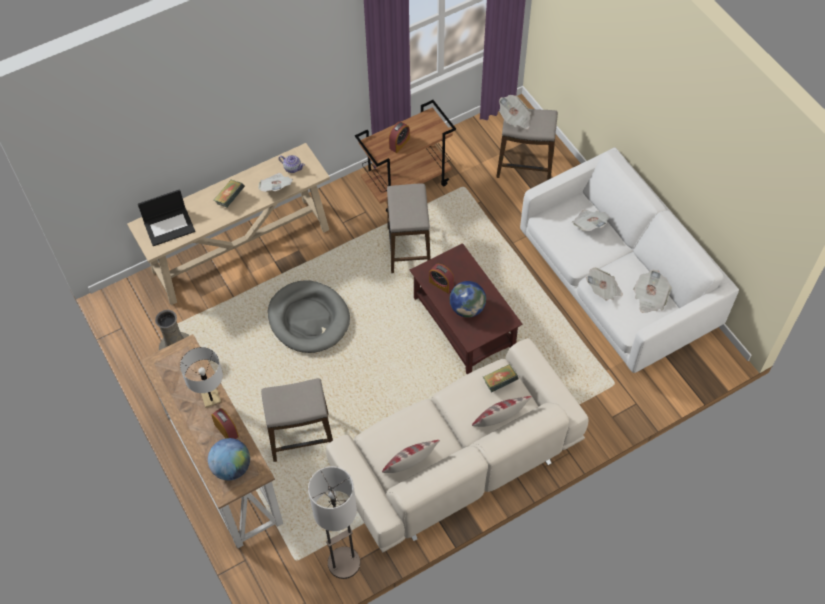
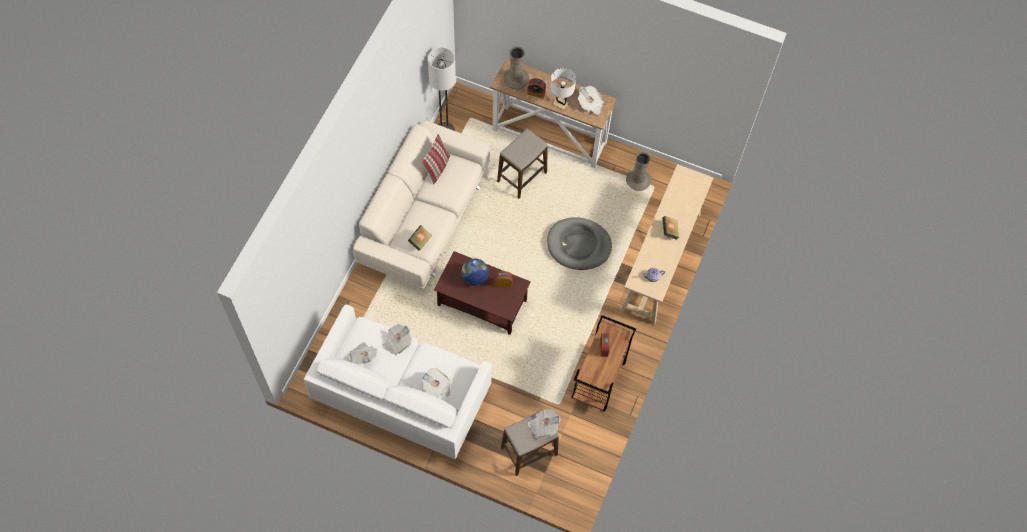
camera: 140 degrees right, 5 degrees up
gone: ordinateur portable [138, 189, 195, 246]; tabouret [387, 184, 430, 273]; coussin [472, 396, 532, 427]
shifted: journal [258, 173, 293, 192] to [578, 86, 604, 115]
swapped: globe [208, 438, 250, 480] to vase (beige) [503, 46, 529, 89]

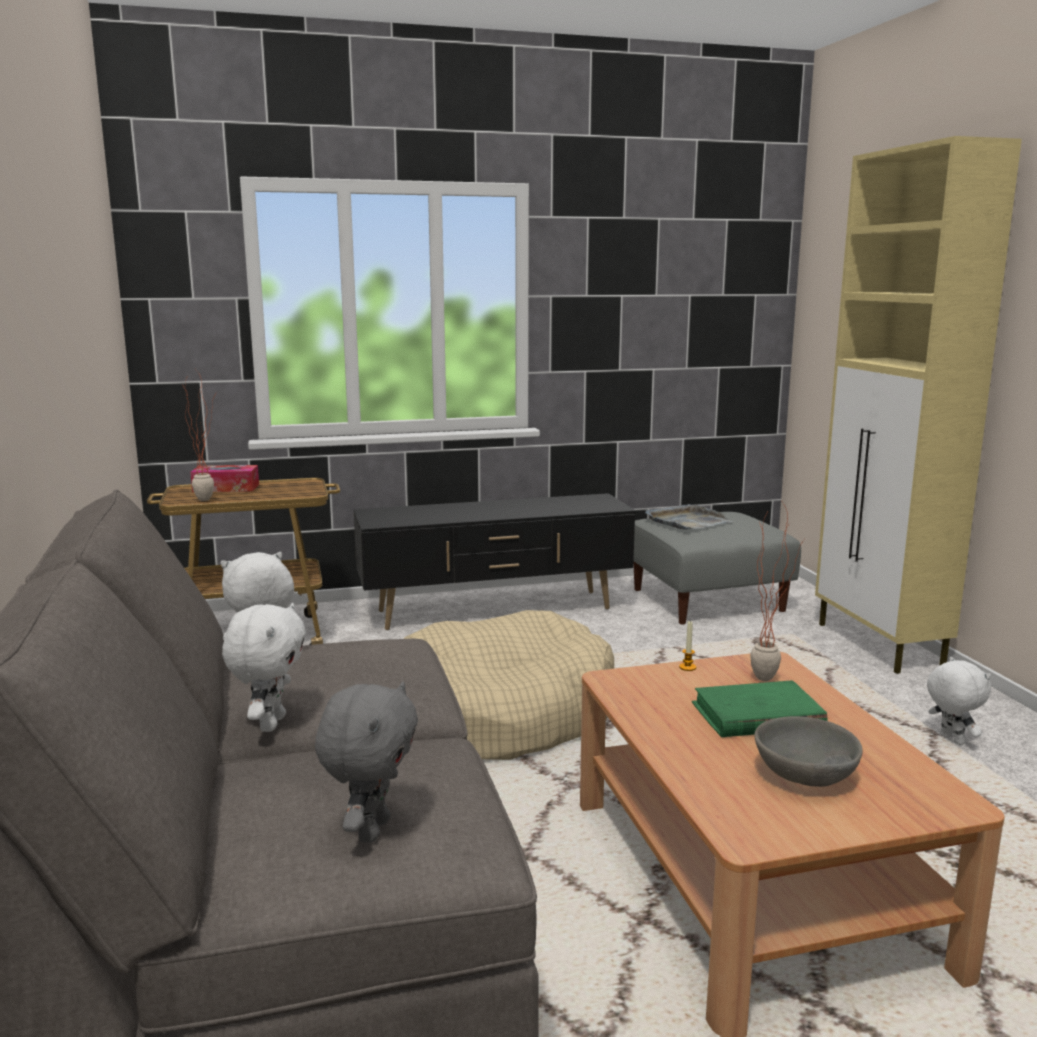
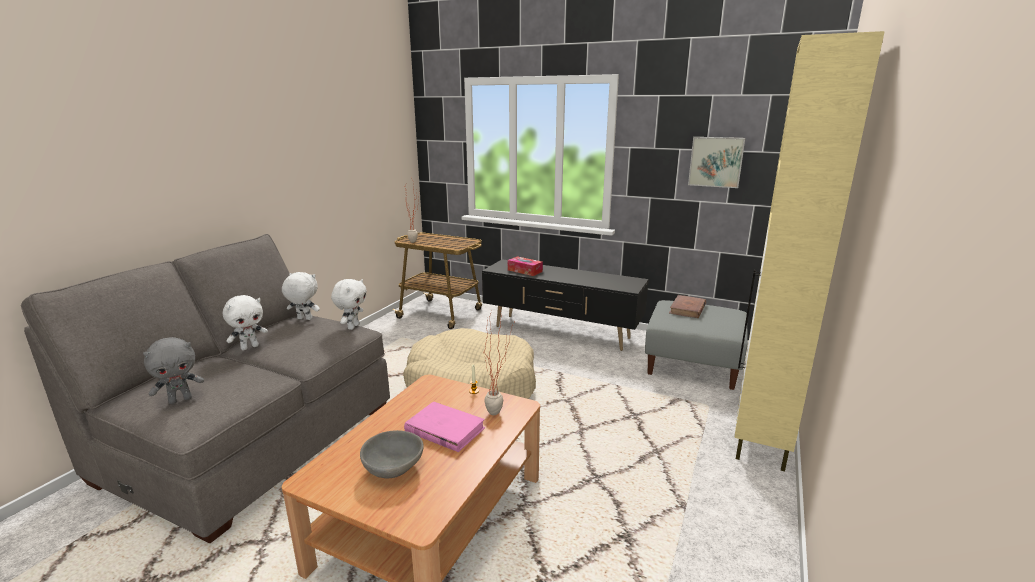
camera: 40 degrees right, 5 degrees up
new: tableau [688, 137, 745, 188]
shifted: boîte à mouchoirs [190, 465, 259, 492] to [508, 256, 543, 276]; peluche (blanc) [927, 657, 991, 745] to [331, 279, 367, 330]
swapped: plateau (gris) [645, 504, 733, 530] to livre (marron) [669, 295, 706, 318]
repainted: livre (vert) [692, 680, 828, 737] to livre (rose) [404, 402, 485, 452]

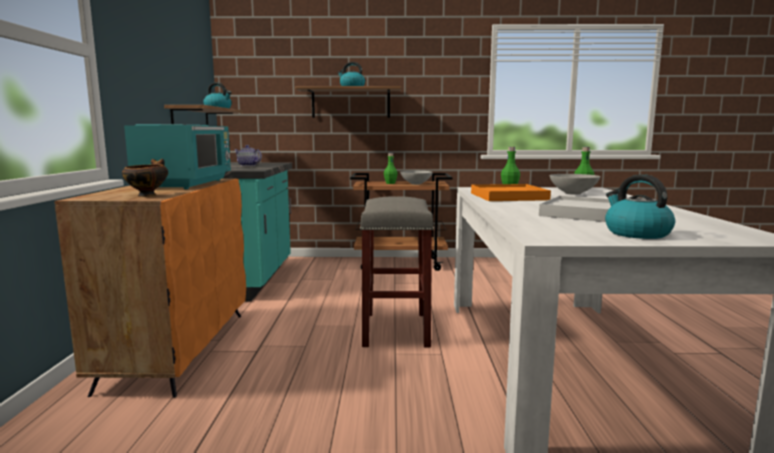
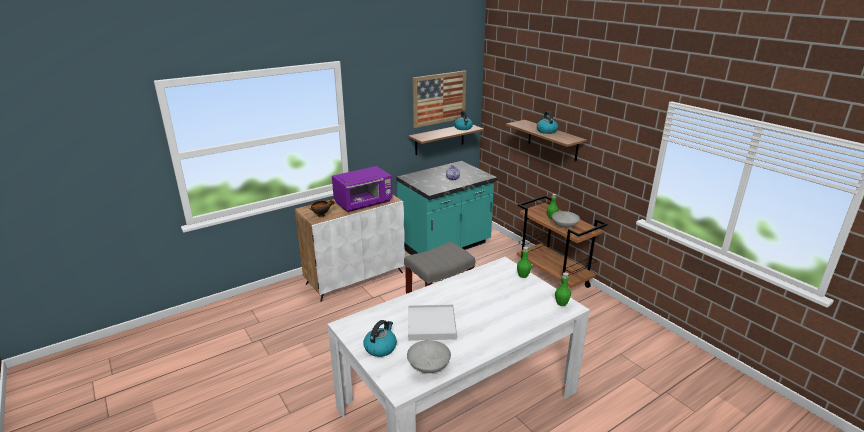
camera: 55 degrees right, 15 degrees up
gone: plateau (orange) [471, 184, 551, 201]
new: tableau [413, 71, 466, 128]
shifted: bol (gris) [550, 174, 600, 195] to [407, 340, 451, 373]
repainted: meuble de rangement (orange) [54, 178, 246, 398] to meuble de rangement (blanc) [295, 194, 405, 302]; micro-ondes (turquoise) [124, 124, 231, 189] to micro-ondes (violet) [332, 166, 393, 212]

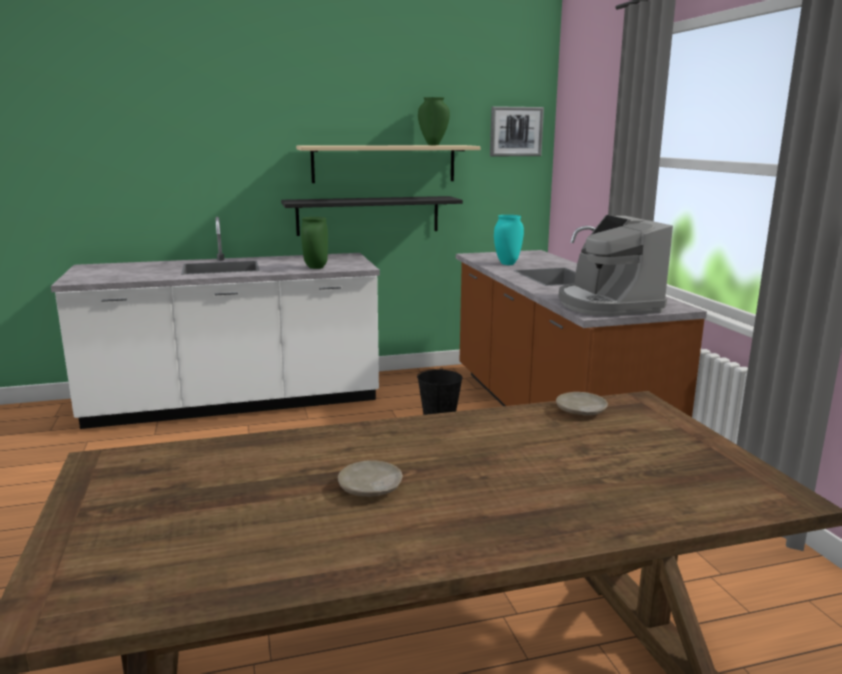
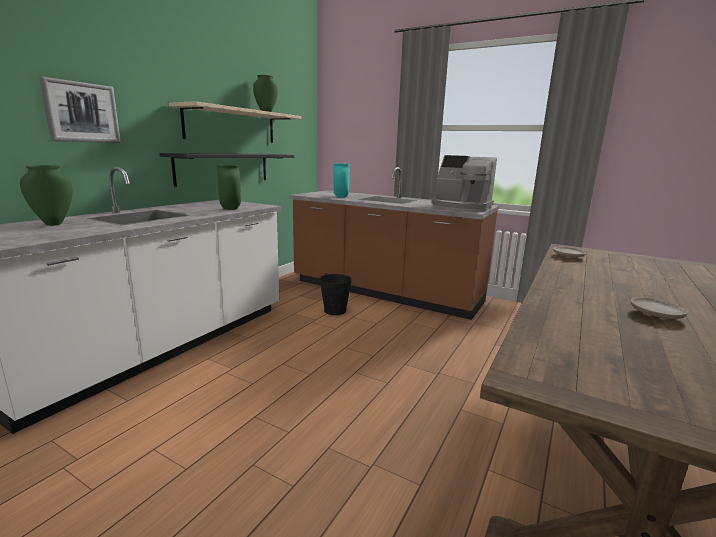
camera: 45 degrees left, 0 degrees up
new: vase (vert) [20, 165, 73, 226]
shifted: tableau [490, 106, 544, 156] to [39, 76, 121, 143]

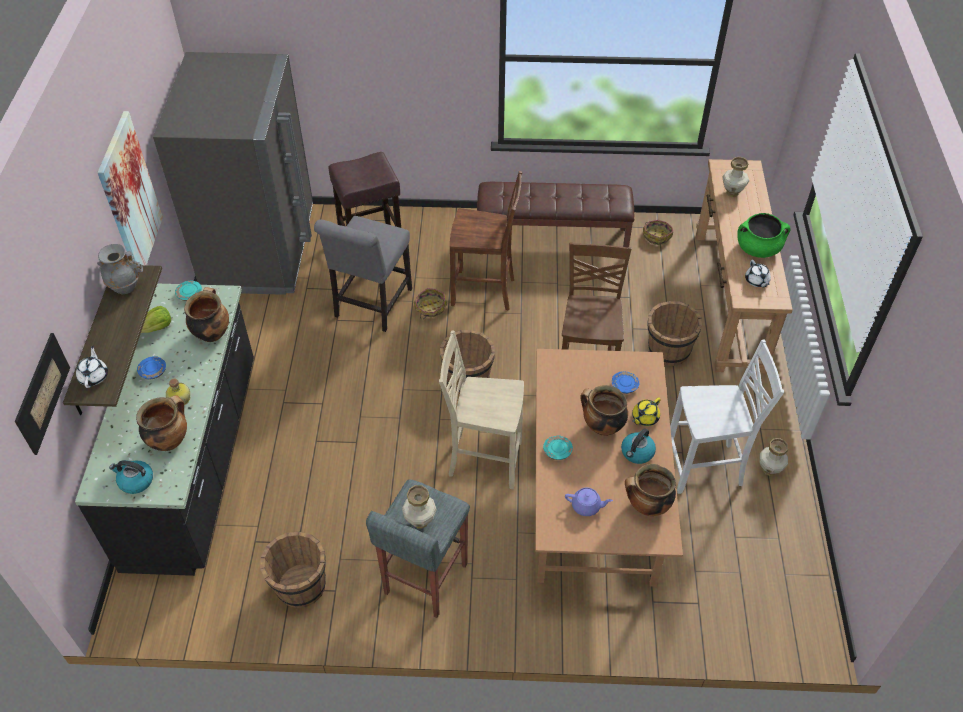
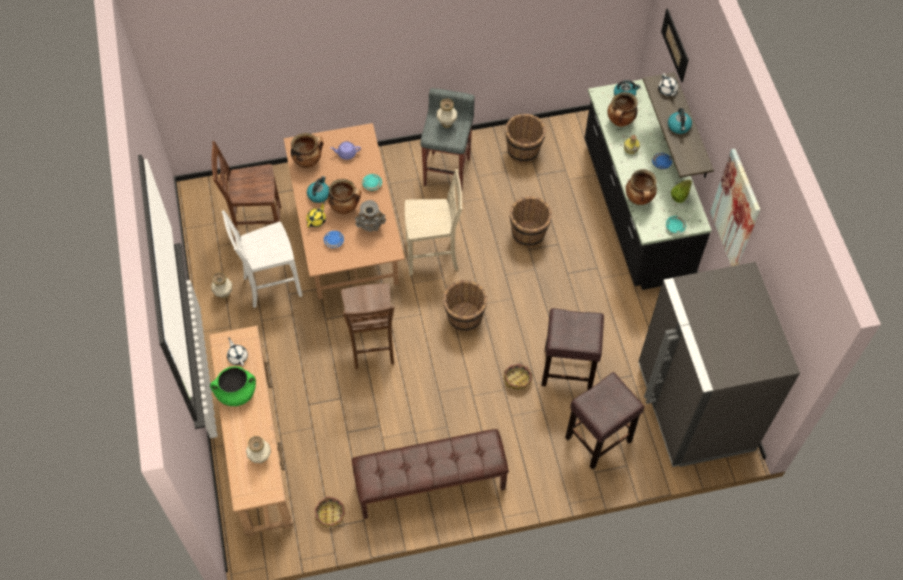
camera: 165 degrees right, 10 degrees up
new: bouilloire [668, 108, 692, 134]
shifted: vase (gris) [97, 244, 143, 294] to [355, 200, 386, 232]; chaise (marron) [450, 171, 522, 310] to [212, 141, 281, 242]; seau (marron) [647, 301, 702, 366] to [510, 196, 552, 247]
swapped: chaise (gris) [314, 216, 412, 332] to tabouret (marron) [542, 308, 604, 391]

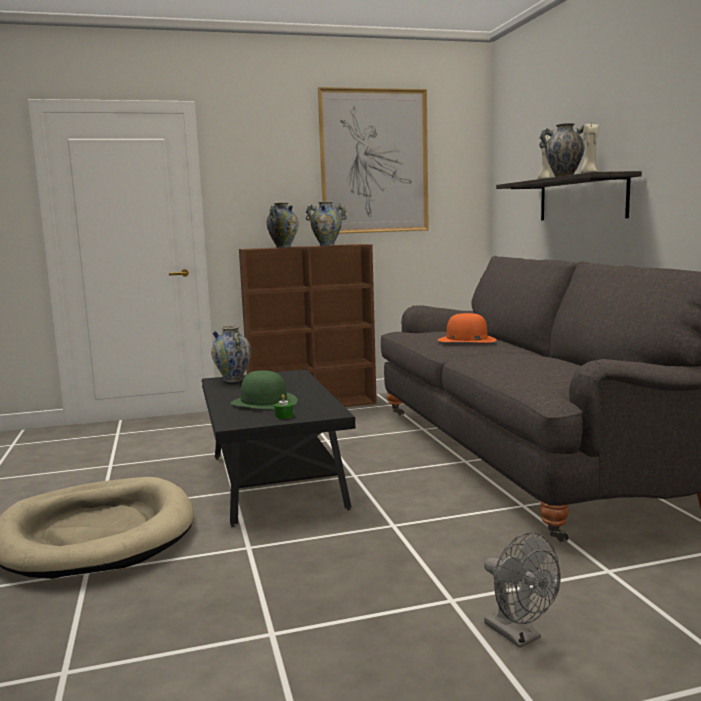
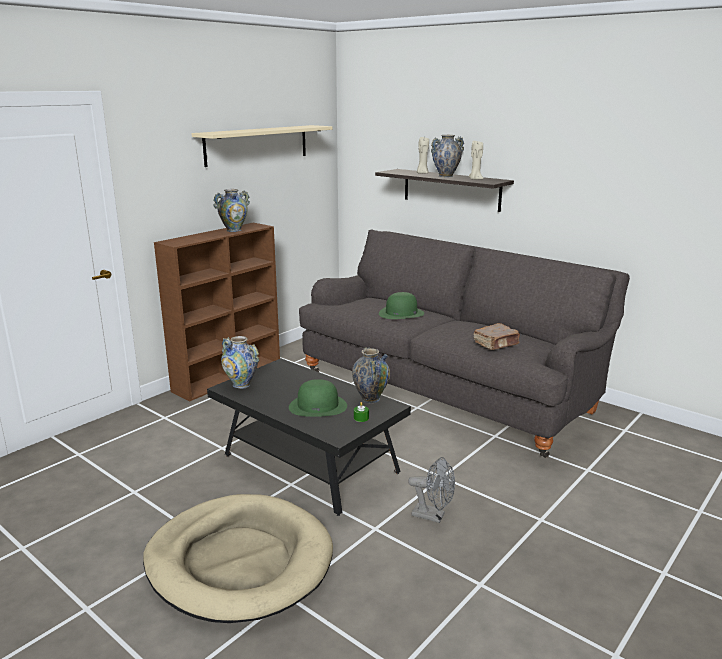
camera: 35 degrees left, 10 degrees up
new: livre (marron) [474, 323, 520, 350]
shifted: vase [267, 203, 299, 248] to [352, 347, 390, 403]; ventilateur (gris) [484, 532, 561, 648] to [408, 457, 455, 523]
swapped: tableau [318, 87, 429, 234] to étagère (beige) [191, 125, 333, 167]
repainted: chapeau (orange) [438, 313, 497, 343] to chapeau (vert) [379, 292, 424, 319]

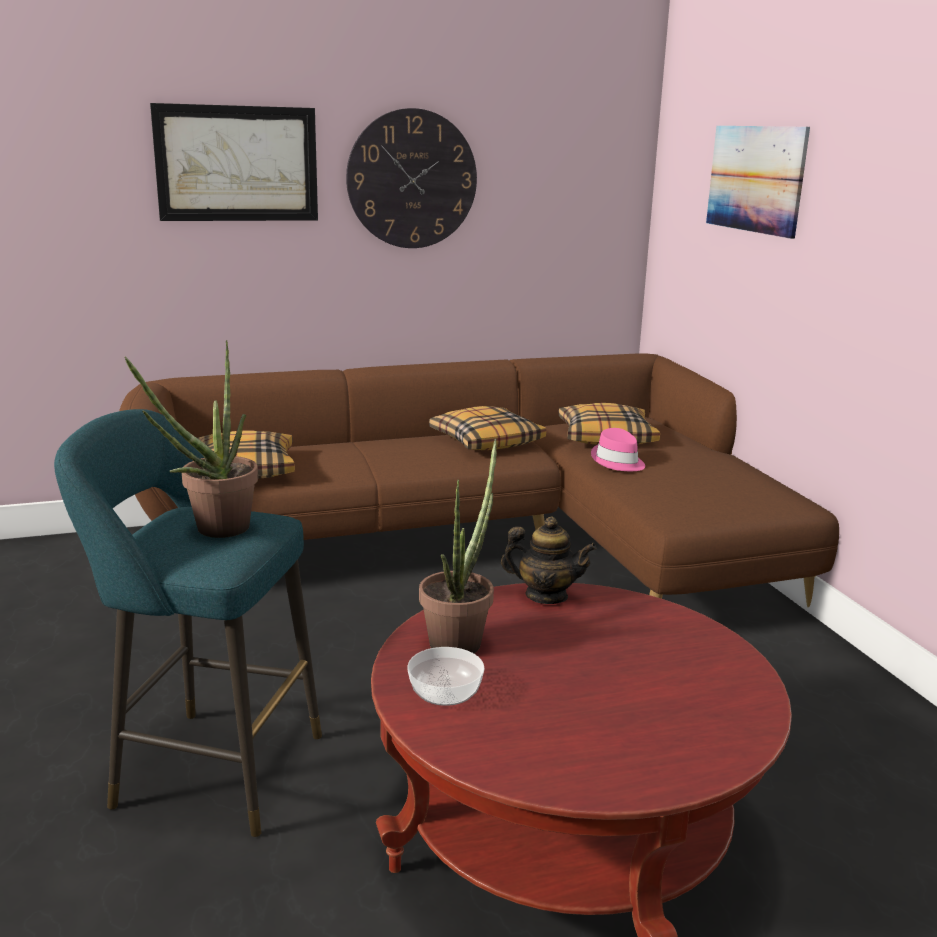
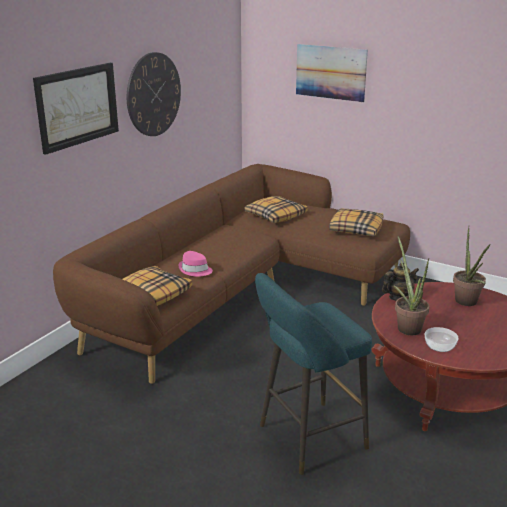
camera: 40 degrees left, 5 degrees up
shifted: plante en pot [125, 340, 258, 538] to [453, 226, 491, 306]; coussin [429, 406, 546, 450] to [329, 208, 383, 236]; chapeau (rose) [591, 428, 645, 471] to [178, 251, 213, 277]

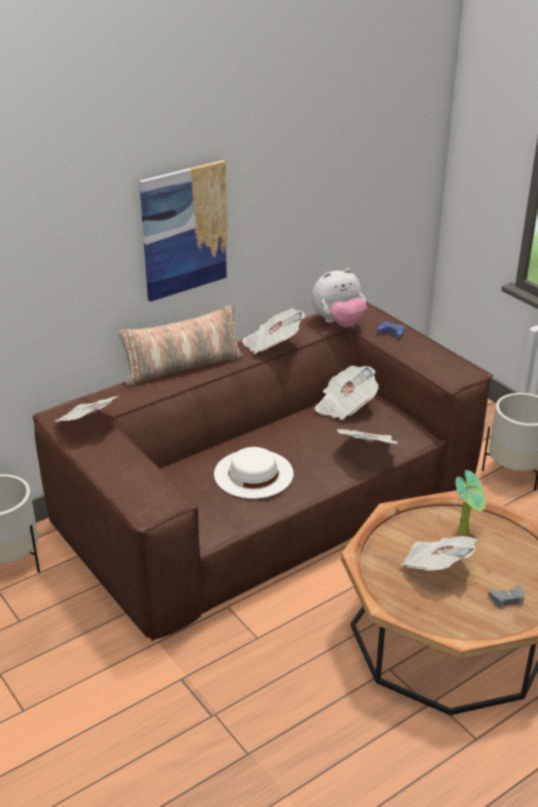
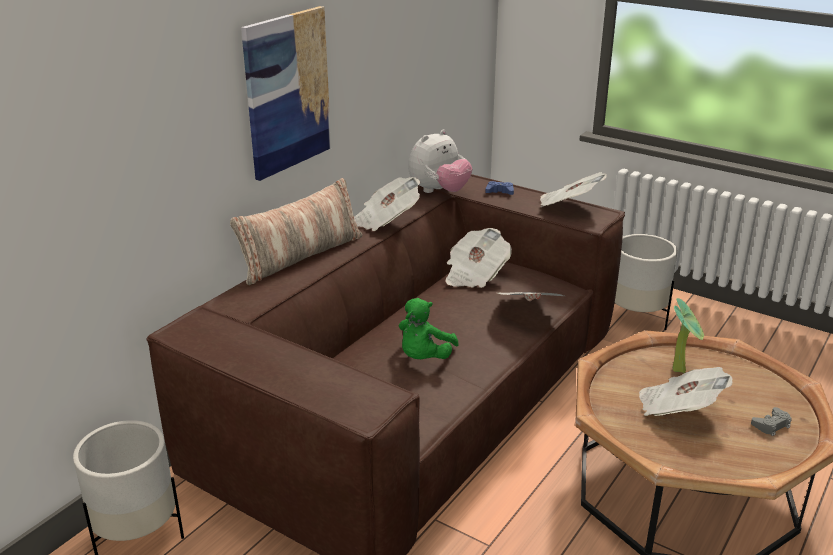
camera: 20 degrees left, 5 degrees down
shifted: journal [55, 396, 119, 422] to [540, 172, 607, 207]
swapped: chapeau (blanc) [214, 447, 294, 499] to peluche (vert) [399, 298, 459, 359]

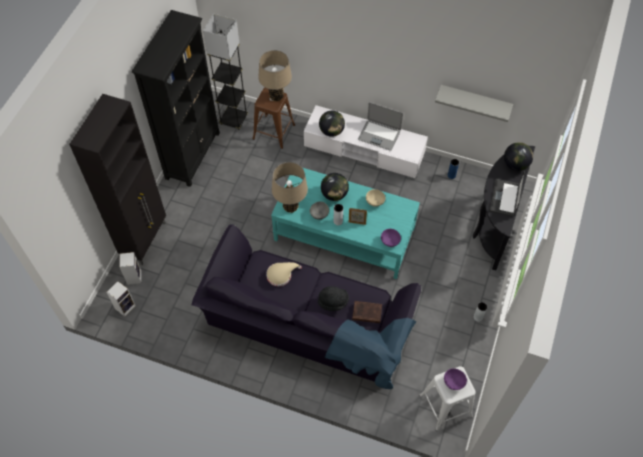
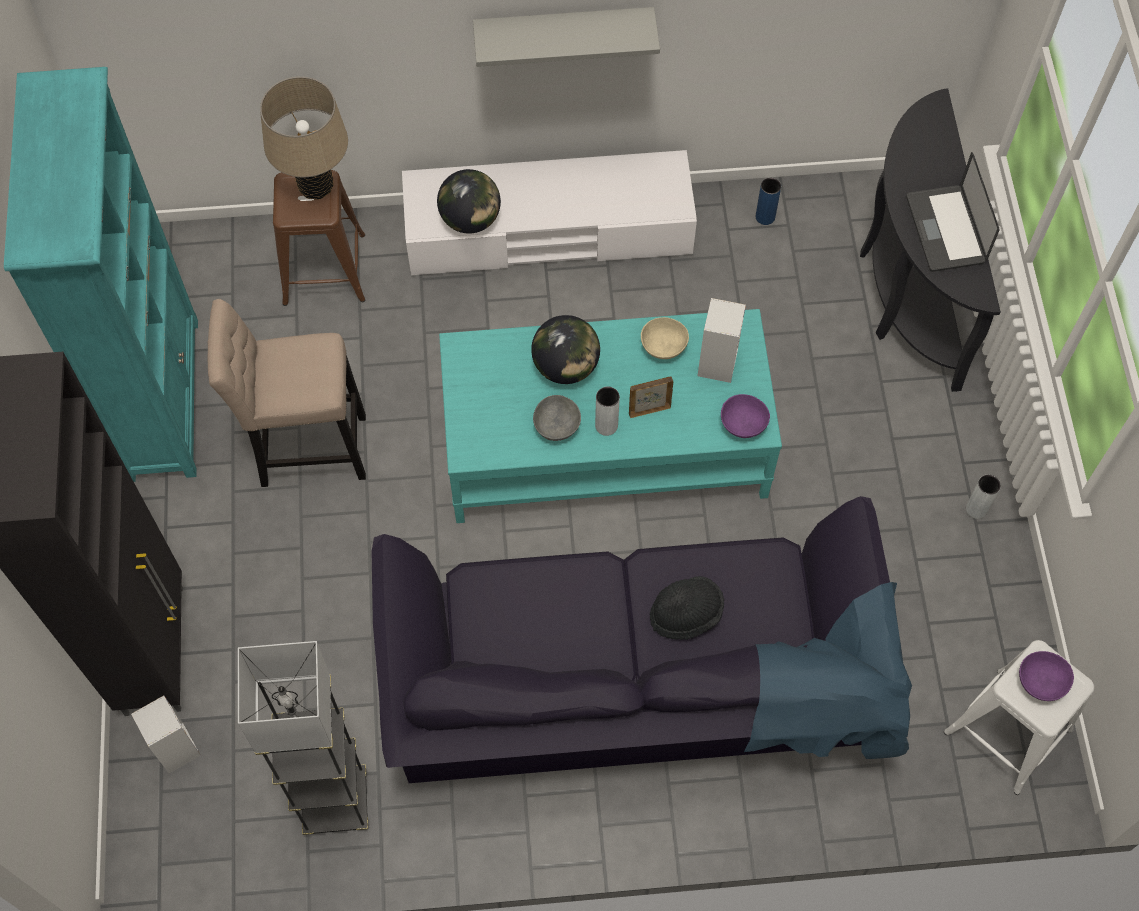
camera: 25 degrees left, 5 degrees up
gone: chapeau (beige) [266, 262, 302, 286]; lampe de table (beige) [272, 162, 308, 213]; livre (marron) [352, 301, 382, 323]; ordinateur portable [358, 102, 403, 151]; globe [504, 142, 533, 171]
new: tabouret (beige) [207, 299, 366, 487]
shifted: enceinte [107, 281, 136, 316] to [697, 298, 746, 383]; lampadaire (gris) [203, 13, 248, 130] to [238, 641, 368, 835]; étagère (gris) [435, 85, 513, 122] to [473, 7, 660, 67]
repainted: bibliothèque (noir) [132, 10, 220, 187] to bibliothèque (turquoise) [4, 67, 198, 482]

